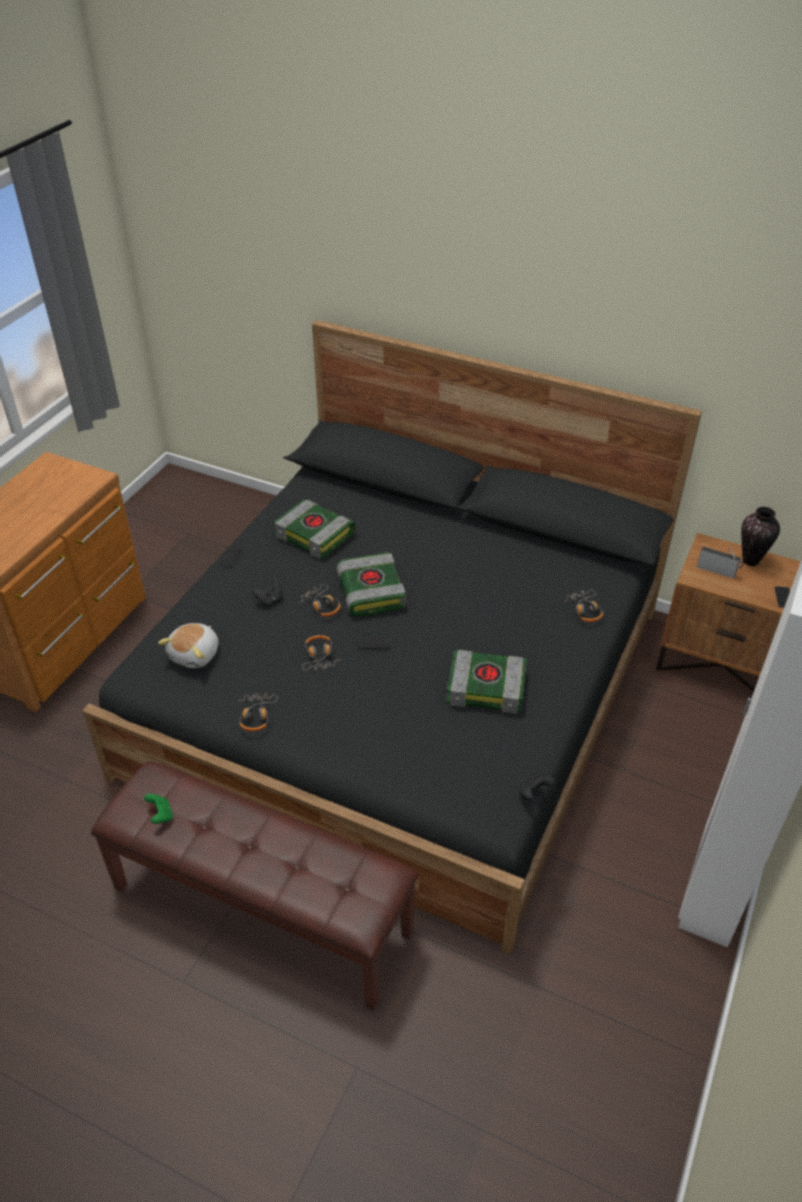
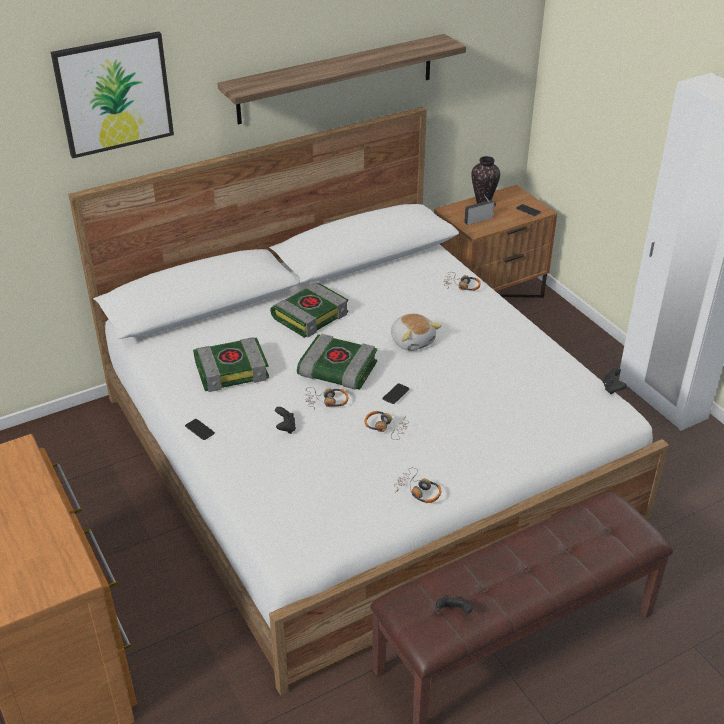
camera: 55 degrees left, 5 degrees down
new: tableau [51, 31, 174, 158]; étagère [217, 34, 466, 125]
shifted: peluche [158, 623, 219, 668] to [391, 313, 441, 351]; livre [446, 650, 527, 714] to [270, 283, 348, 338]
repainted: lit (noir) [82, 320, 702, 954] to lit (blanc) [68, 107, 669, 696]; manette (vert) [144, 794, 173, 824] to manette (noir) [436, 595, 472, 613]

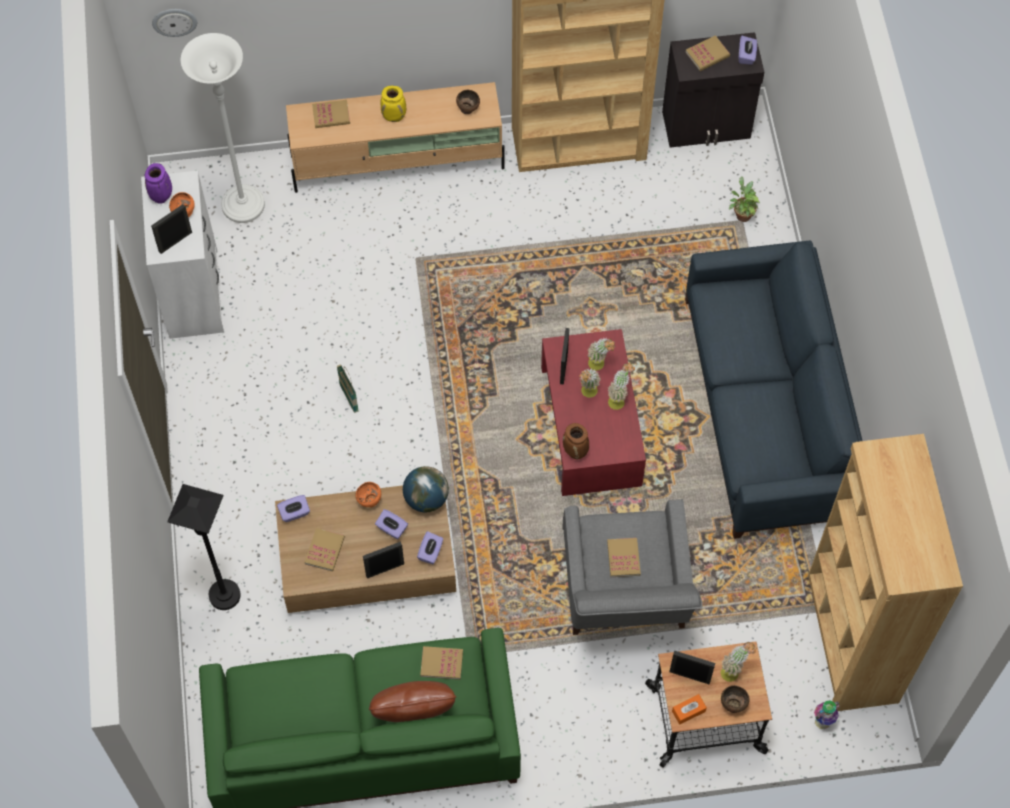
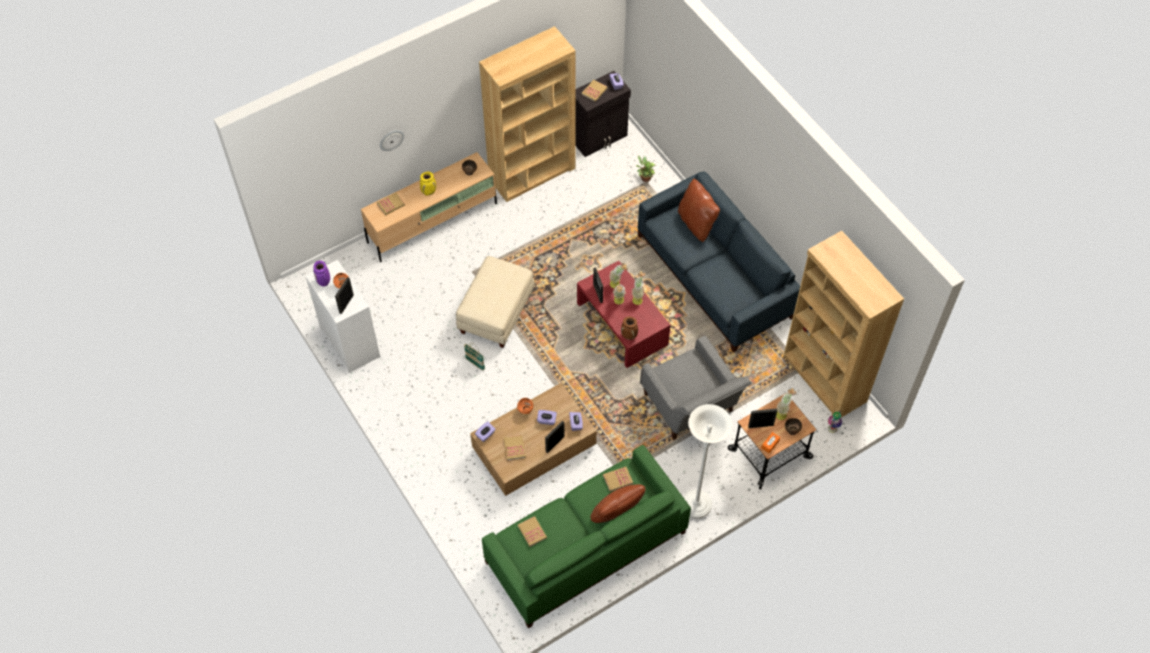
camera: 25 degrees left, 5 degrees down
gone: lampadaire (noir) [167, 484, 241, 610]; globe [403, 466, 449, 512]
new: pouf (beige) [456, 256, 535, 348]; coussin (marron) [678, 179, 720, 242]
shifted: horloge murale [152, 9, 197, 37] to [380, 130, 404, 151]; lampadaire (blanc) [181, 33, 265, 223] to [683, 404, 732, 519]; livre [607, 538, 641, 577] to [518, 516, 547, 547]

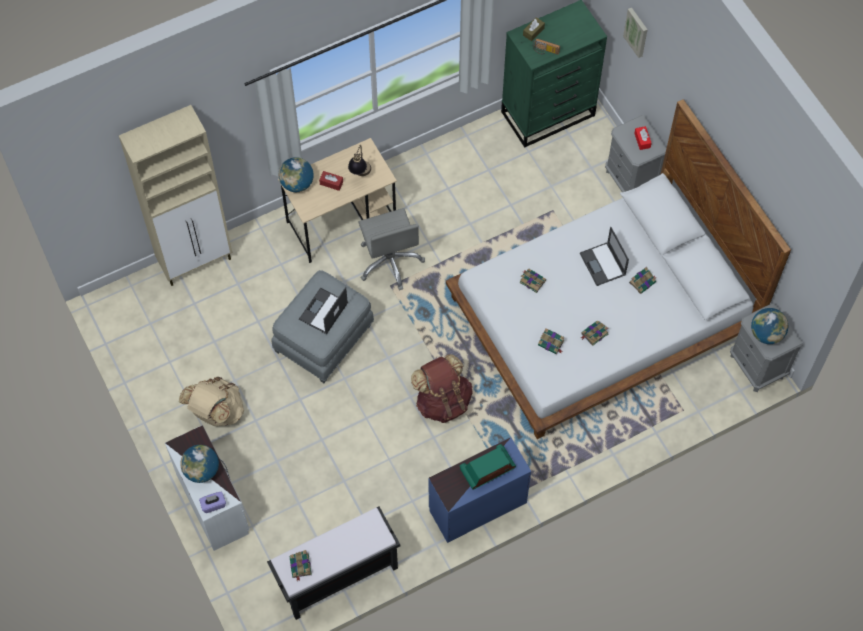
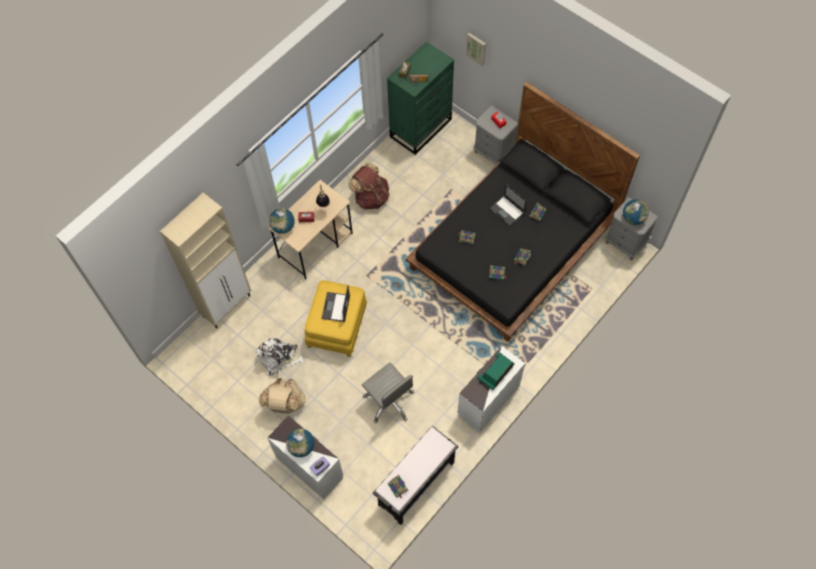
camera: 20 degrees left, 0 degrees up
new: sac à dos (blanc) [256, 338, 303, 376]
shifted: chaise de bureau (gris) [358, 208, 425, 291] to [362, 362, 414, 424]; sac à dos (marron) [411, 354, 473, 423] to [348, 163, 390, 210]
repainted: pouf (gris) [272, 270, 374, 383] to pouf (jaune) [304, 280, 367, 357]; commode (bleu) [429, 437, 531, 543] to commode (blanc) [457, 346, 525, 433]; lit (blanc) [446, 99, 791, 439] to lit (noir) [406, 82, 640, 342]

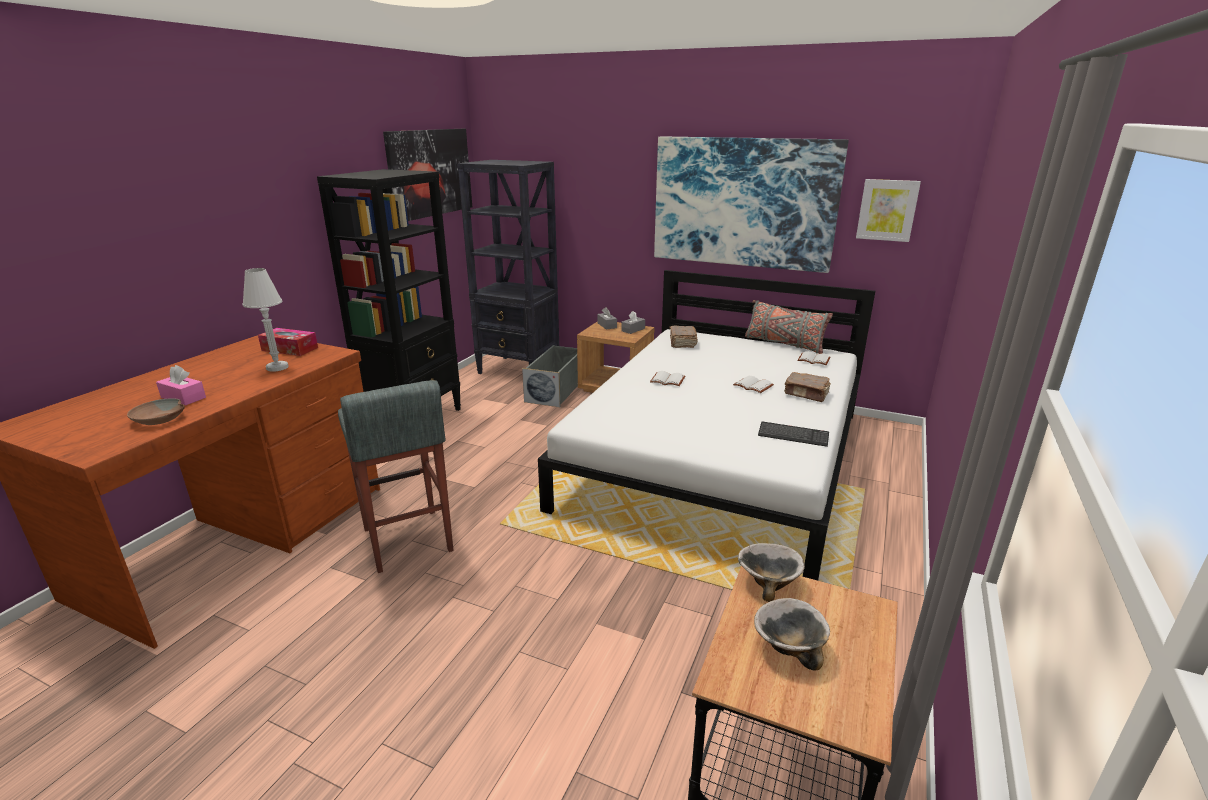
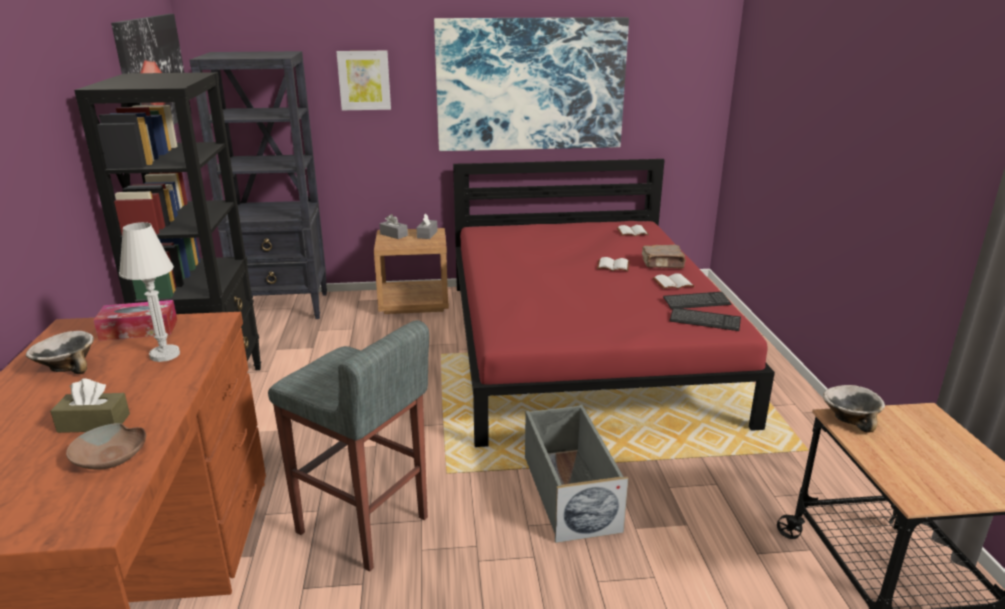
camera: 30 degrees left, 0 degrees up
gone: livre (marron) [669, 326, 698, 348]; coussin (gris) [745, 300, 833, 354]
new: clavier [670, 308, 741, 331]
shifted: boîte de rangement (gris) [522, 345, 578, 407] to [525, 404, 629, 543]; livre (blanc) [650, 371, 685, 386] to [653, 273, 694, 289]; bol [754, 598, 830, 671] to [26, 331, 94, 374]; tableau [856, 179, 921, 242] to [336, 51, 391, 110]
repainted: boîte à mouchoirs (rose) [156, 365, 206, 405] to boîte à mouchoirs (marron) [50, 379, 130, 433]; lit (blanc) [538, 270, 875, 580] to lit (rouge) [453, 159, 775, 447]

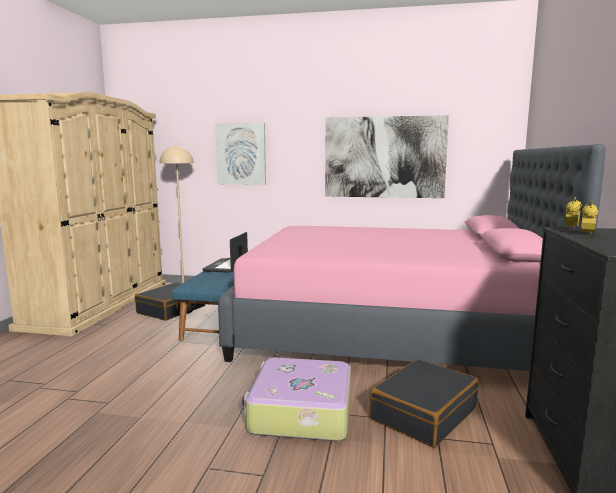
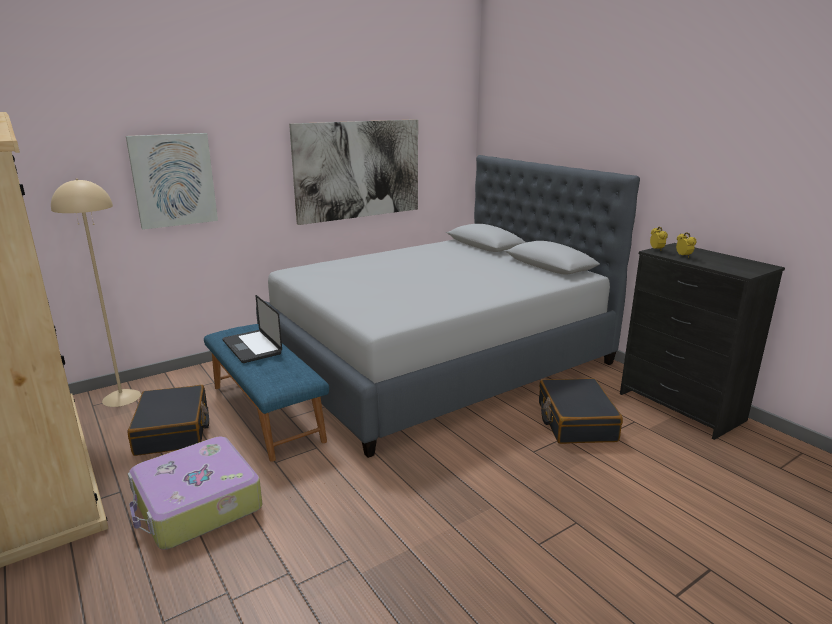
camera: 45 degrees left, 10 degrees up
shifted: valise [242, 358, 351, 441] to [127, 437, 262, 550]
repainted: lit (rose) [218, 144, 606, 371] to lit (gris) [256, 155, 640, 458]

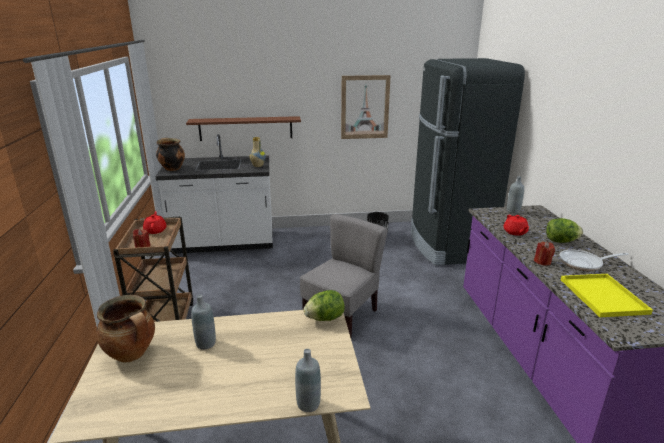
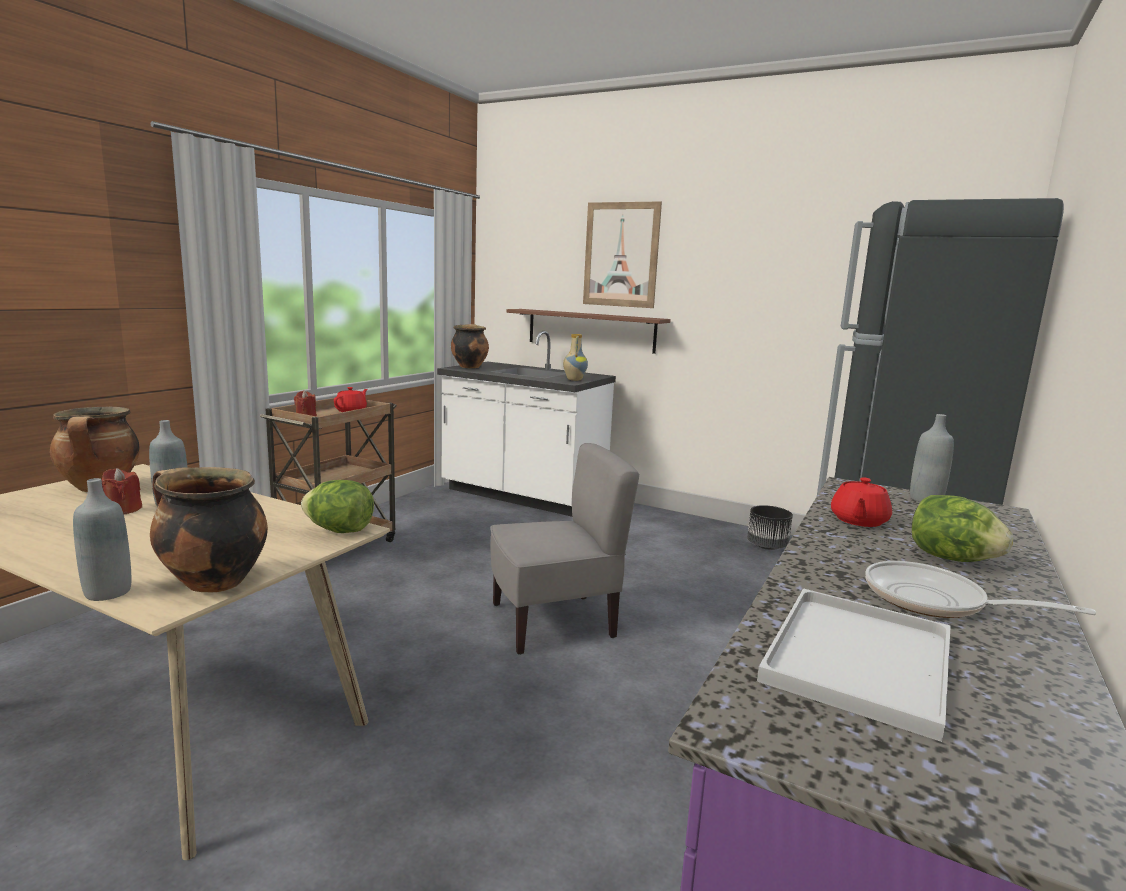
camera: 35 degrees right, 10 degrees down
new: marmite [150, 467, 268, 592]
shifted: tableau [341, 75, 391, 139] to [583, 201, 662, 308]; bougie (rouge) [534, 242, 555, 266] to [102, 468, 142, 514]
repainted: plateau (jaune) [561, 274, 653, 317] to plateau (blanc) [757, 588, 951, 742]

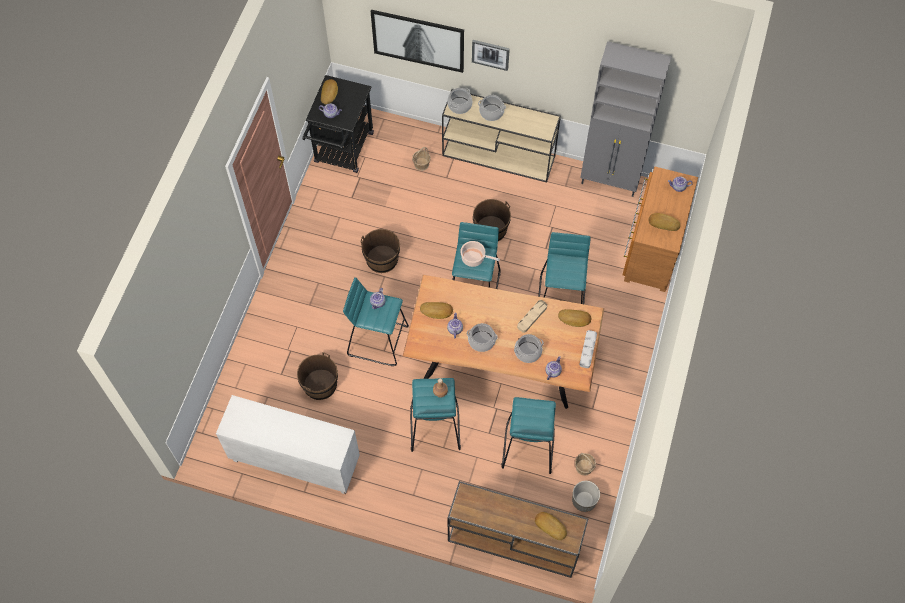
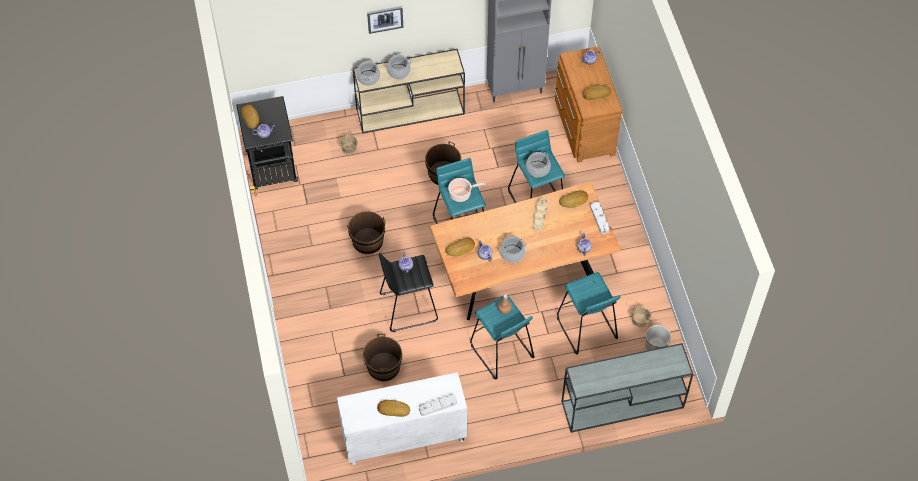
camera: 30 degrees left, 5 degrees down
gone: tableau [371, 10, 464, 73]
new: plateau (gris) [419, 394, 457, 416]
shifted: marmite [514, 334, 544, 363] to [526, 152, 551, 177]; pain [535, 512, 567, 540] to [377, 400, 410, 417]
repainted: tabouret (turquoise) [343, 277, 409, 366] to tabouret (noir) [379, 253, 438, 332]; table console (marron) [448, 481, 589, 578] to table console (gris) [561, 343, 693, 433]

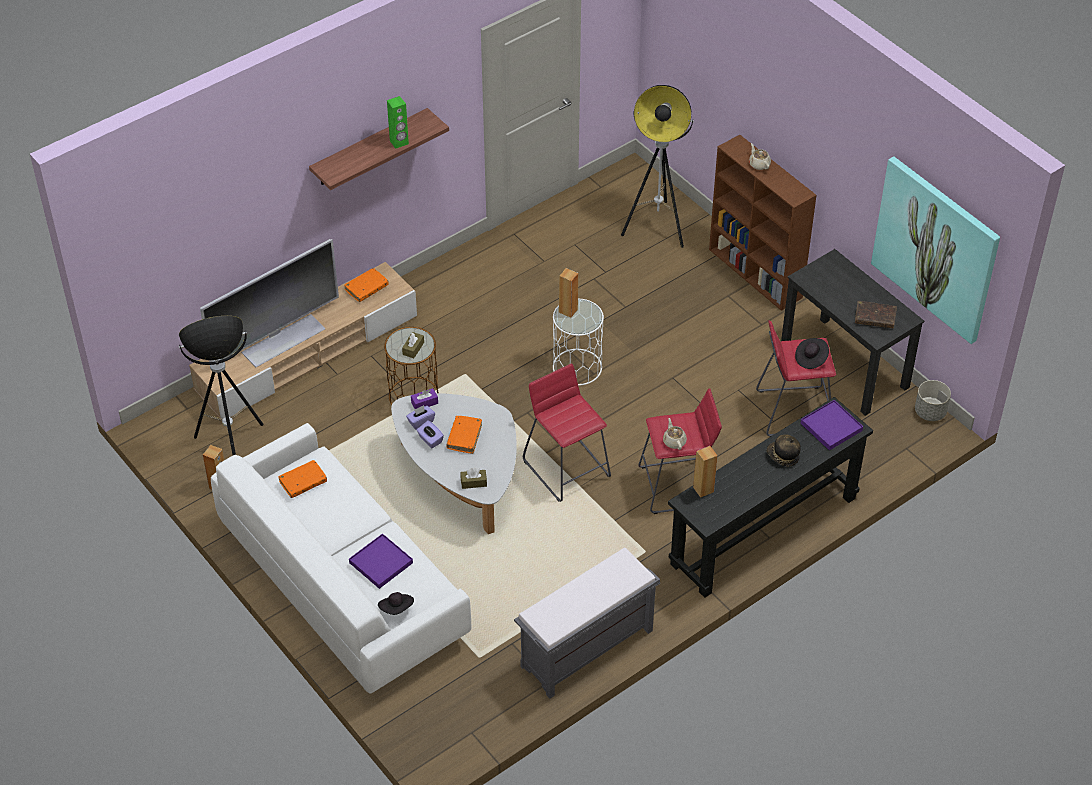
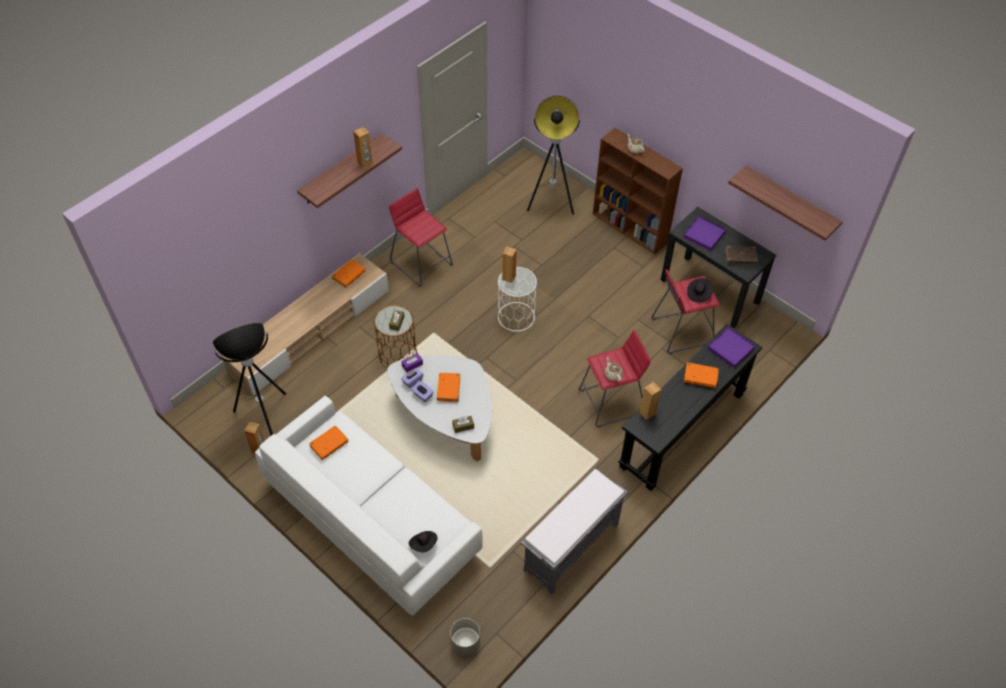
camera: 10 degrees left, 5 degrees up
gone: téléviseur [200, 239, 339, 367]
shifted: plateau (violet) [349, 533, 413, 589] to [683, 216, 726, 251]; tabouret (rouge) [523, 363, 611, 502] to [389, 188, 453, 287]; cache-pot (gris) [915, 380, 951, 421] to [450, 618, 480, 656]
swapped: chapeau [767, 434, 801, 467] to livre (orange) [684, 362, 719, 388]; tableau [871, 156, 1000, 344] to étagère [728, 166, 843, 241]
repainted: enceinte (vert) [387, 96, 409, 149] to enceinte (marron) [353, 127, 373, 169]

